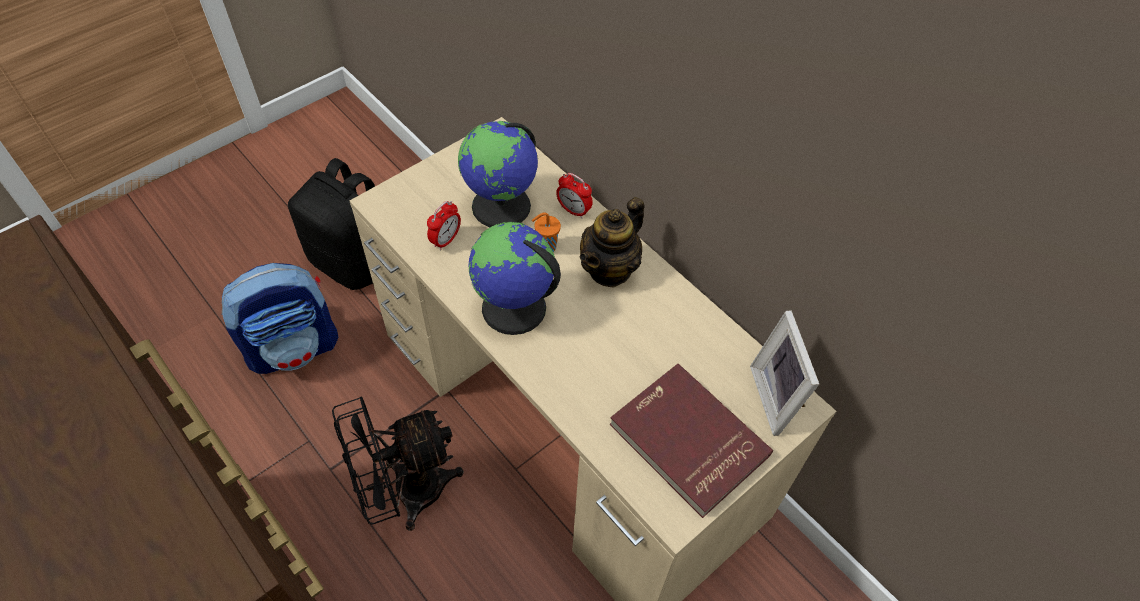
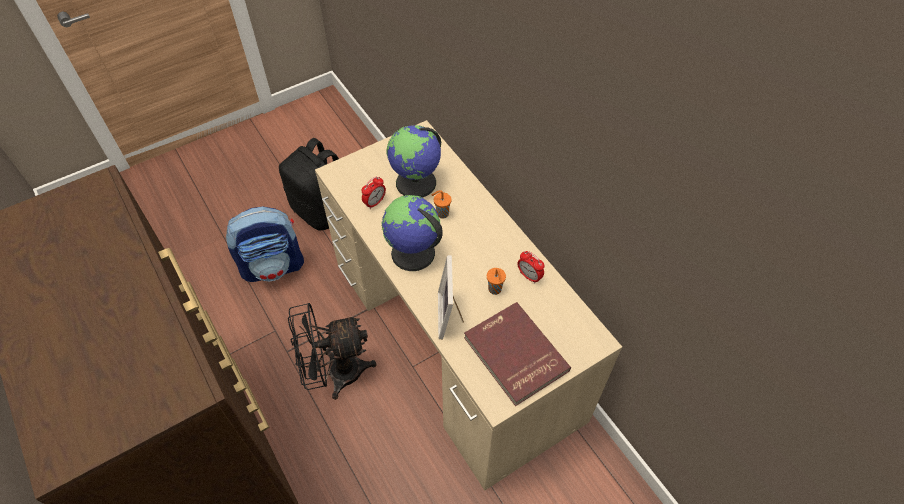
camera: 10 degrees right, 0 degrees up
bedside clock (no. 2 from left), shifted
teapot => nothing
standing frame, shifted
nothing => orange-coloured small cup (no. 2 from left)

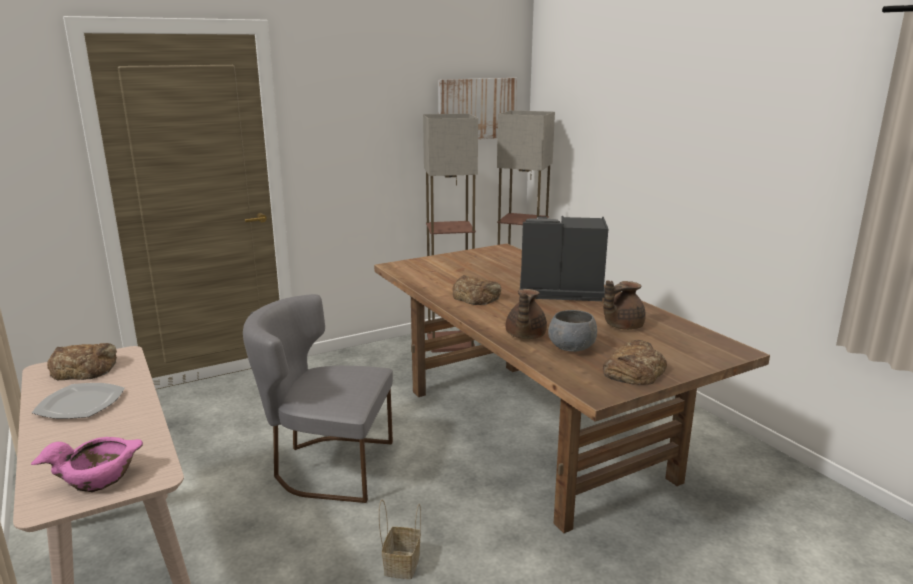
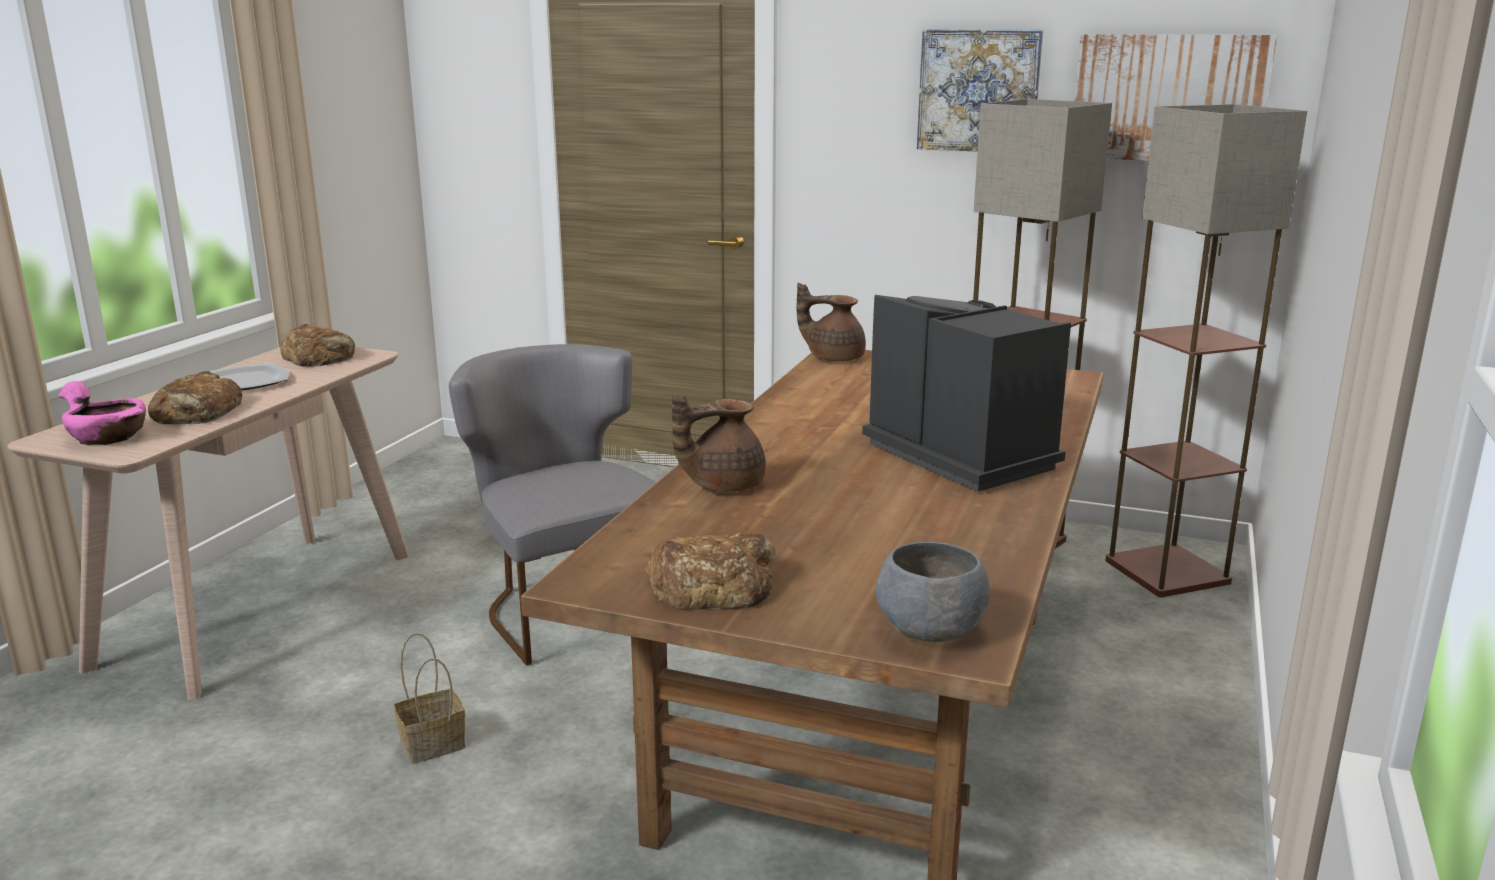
camera: 50 degrees right, 0 degrees up
baked bread (no. 2 from left in the first image) => baked bread (no. 1 from left), shifted
brownish teapot (no. 2 from left), shifted
greyish deep dish, shifted
nothing => wall picture (no. 1 from left)

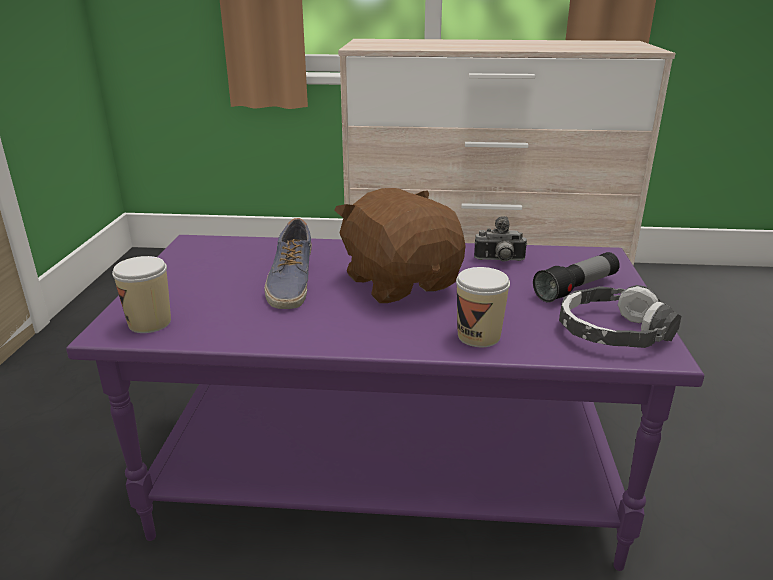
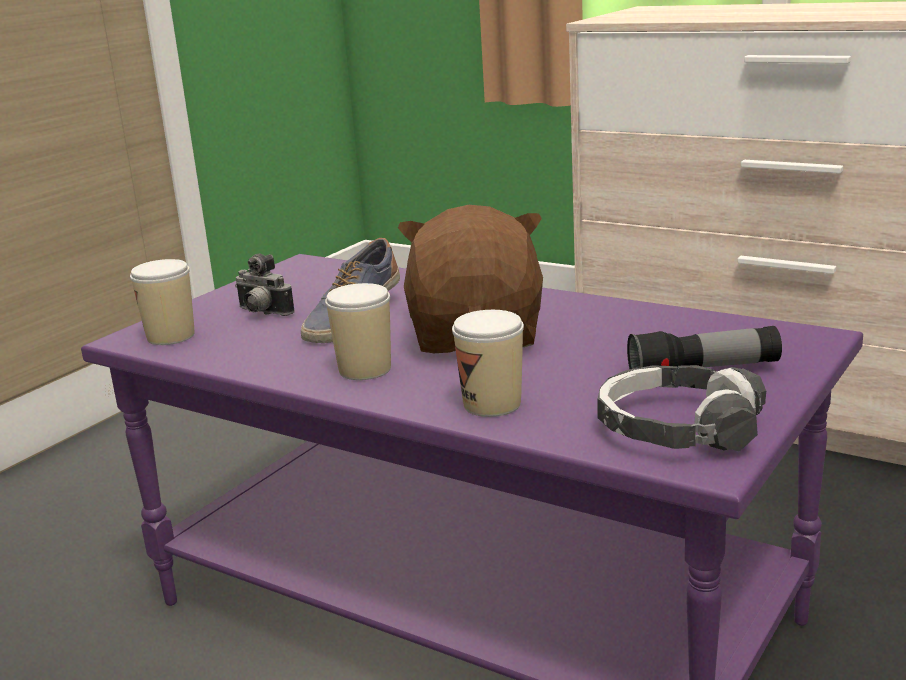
camera: 30 degrees right, 5 degrees down
photo camera, shifted
nothing => small cup (no. 2 from left)

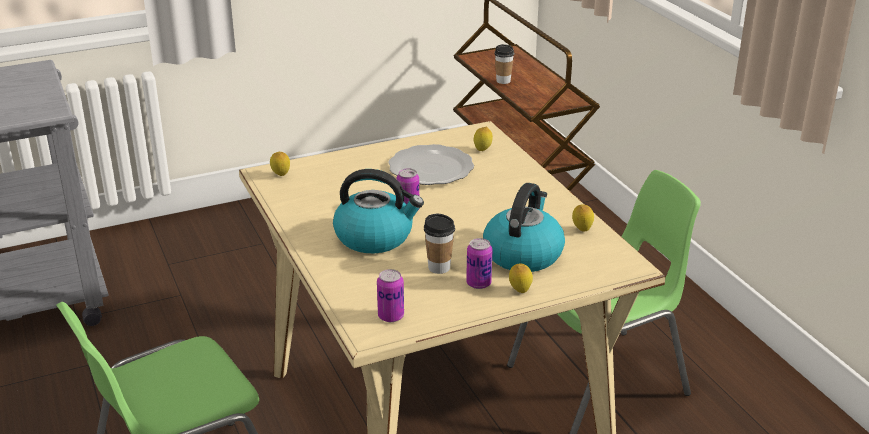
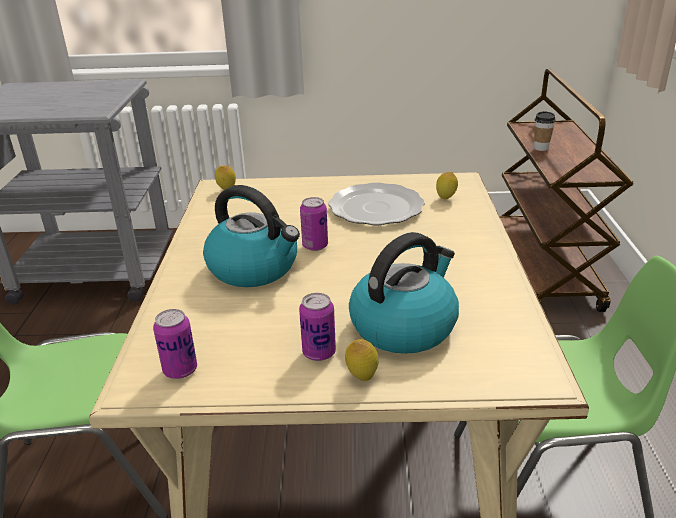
camera: 25 degrees right, 0 degrees up
whole lemon (no. 4 from left) => nothing
small cup (no. 1 from left) => nothing

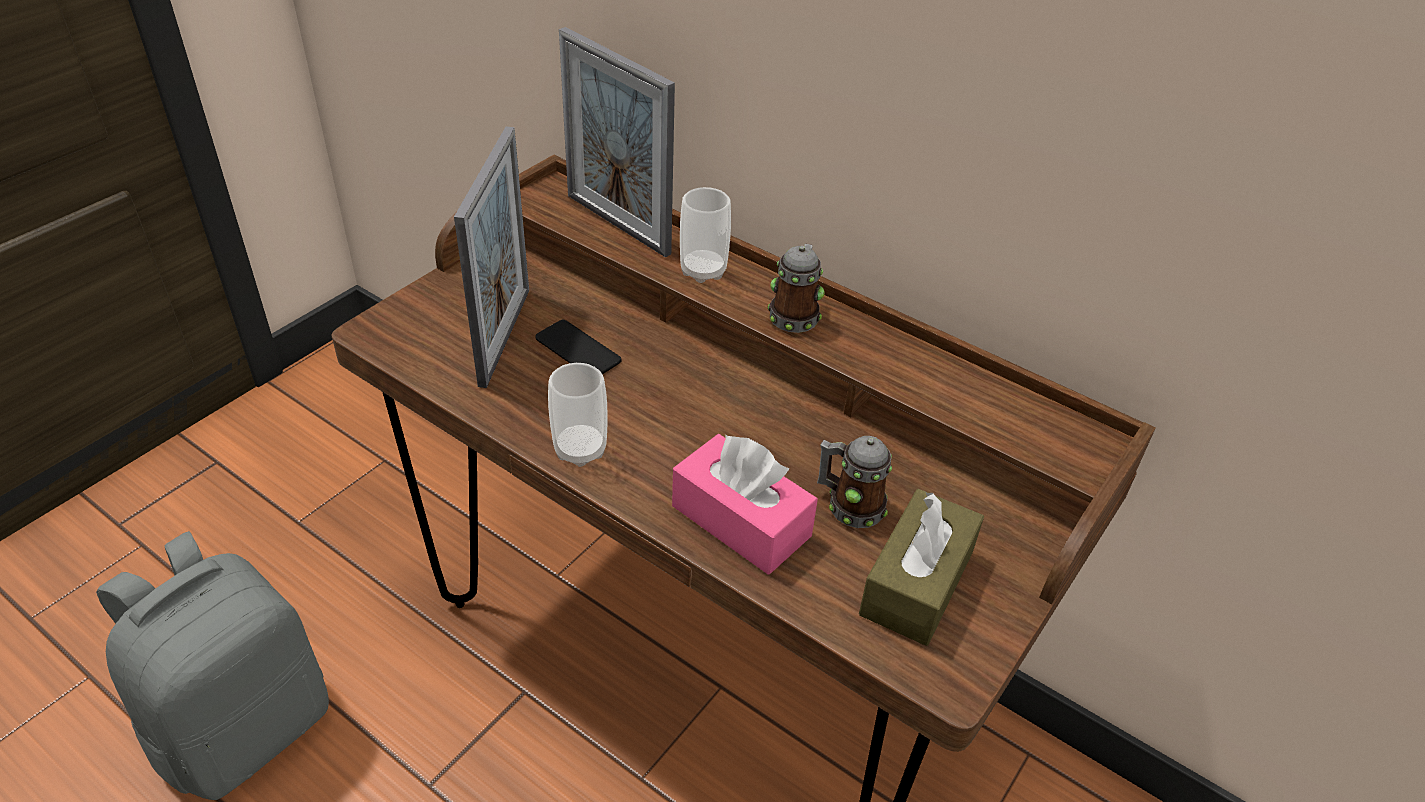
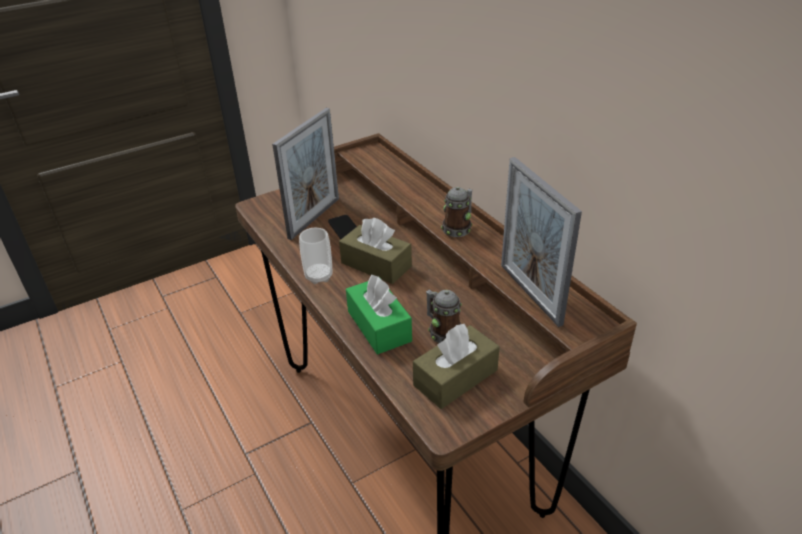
camera: 25 degrees right, 5 degrees down
standing frame (no. 2 from left), shifted
small cup (no. 2 from left) => nothing
pinkish tissue holder => green-coloured tissue holder
greyish knapsack => nothing
nothing => brownish tissue holder (no. 1 from left)

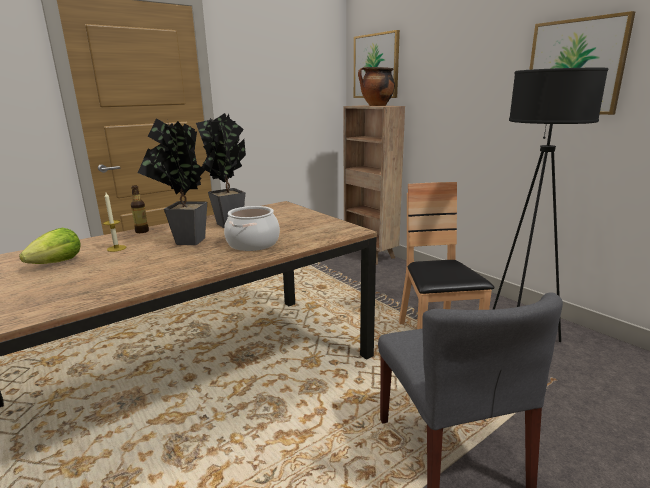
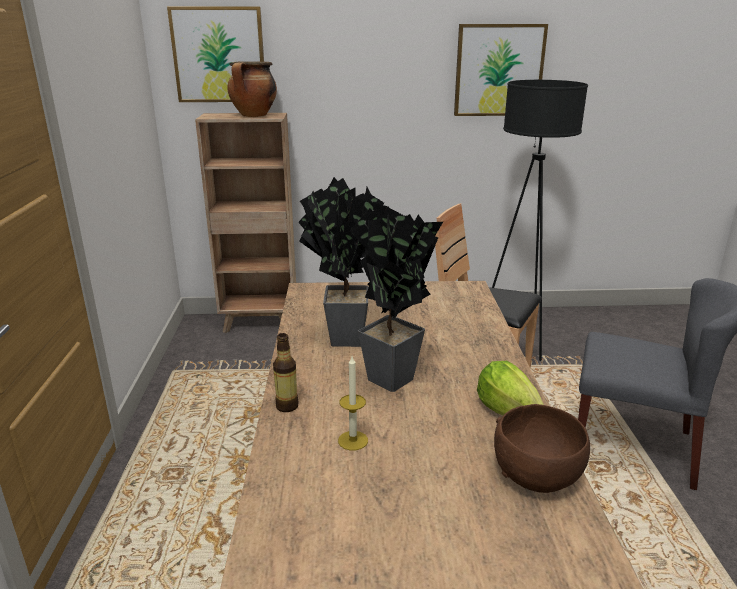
camera: 55 degrees left, 5 degrees up
saucepot (no. 1 from left) => nothing
lettuce, shifted
nothing => brownish deep dish

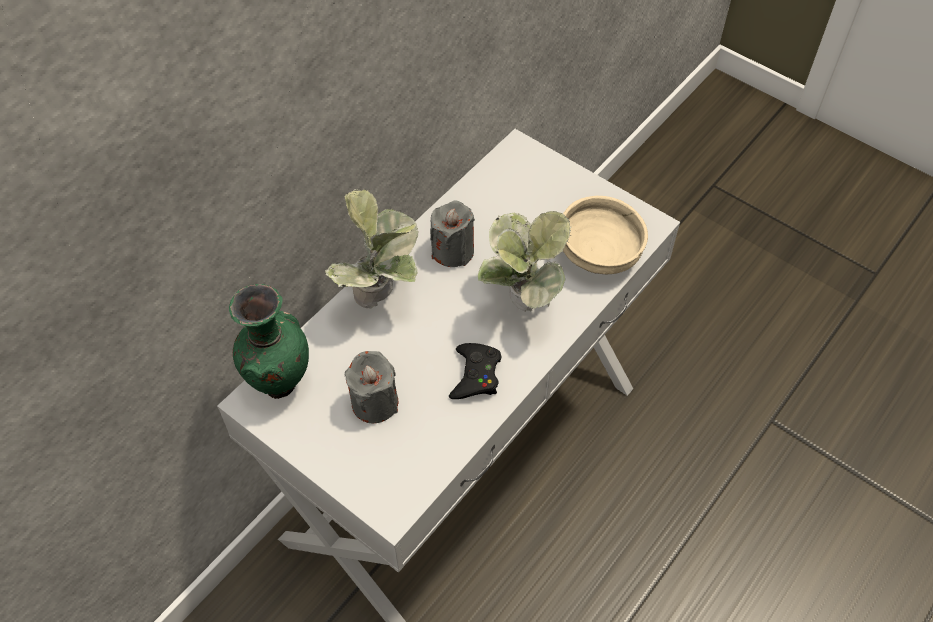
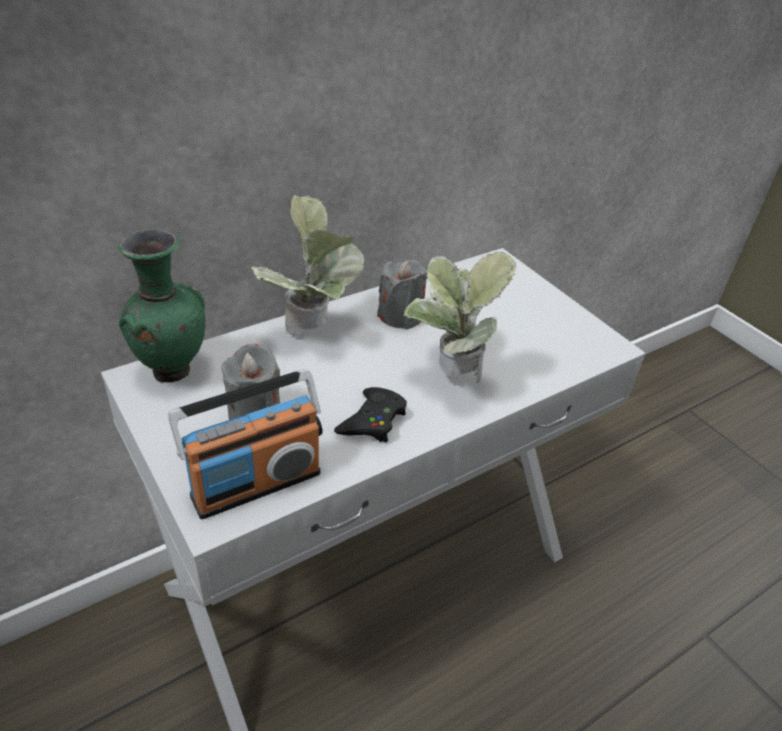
camera: 15 degrees right, 15 degrees down
beige deep dish => nothing
nothing => radio set

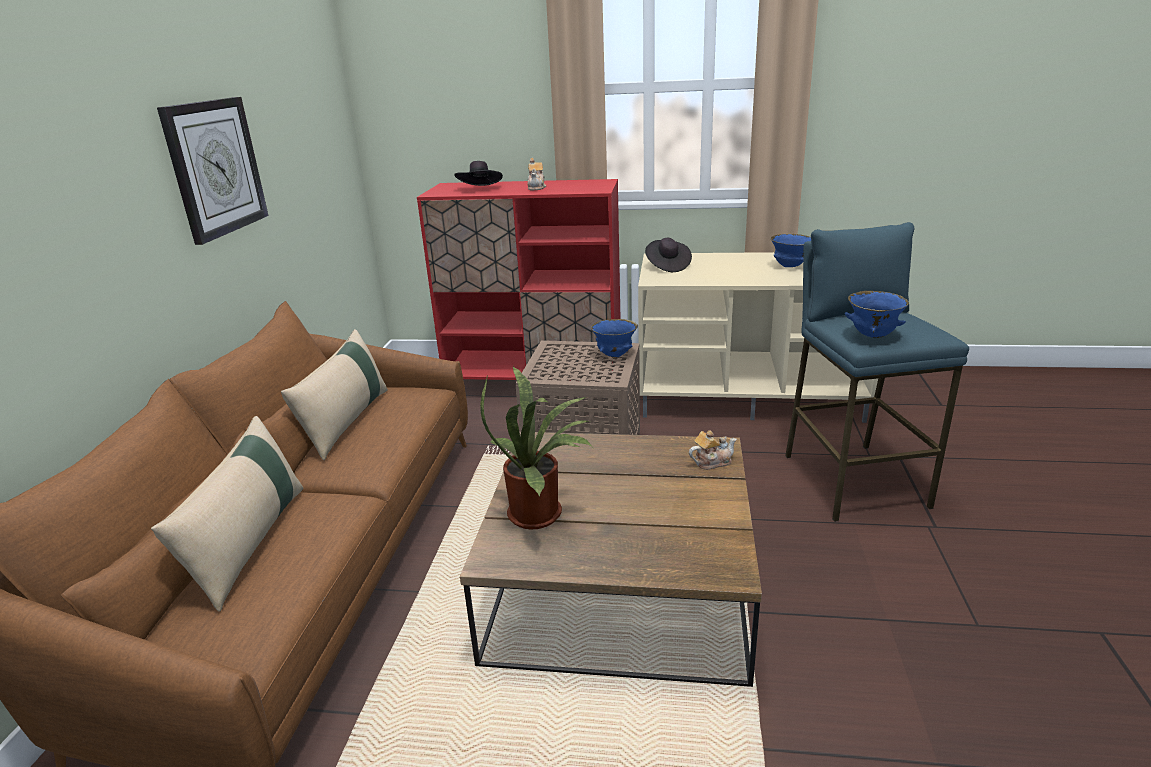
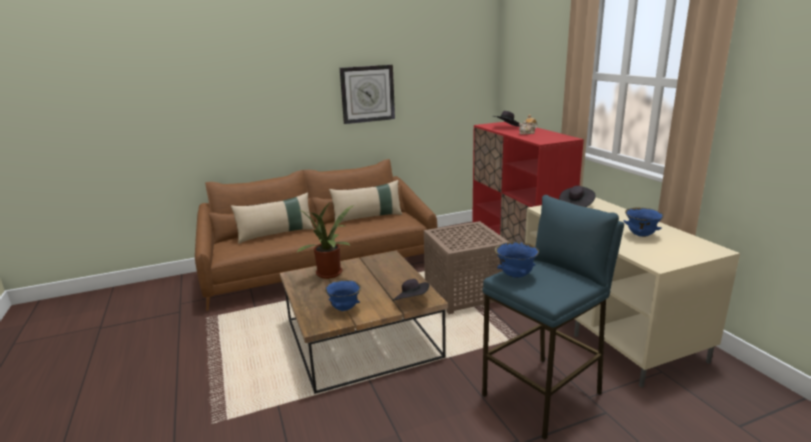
camera: 60 degrees right, 5 degrees down
blue deep dish (no. 1 from left), shifted
teapot (no. 2 from left) => black clothing hat (no. 1 from left)

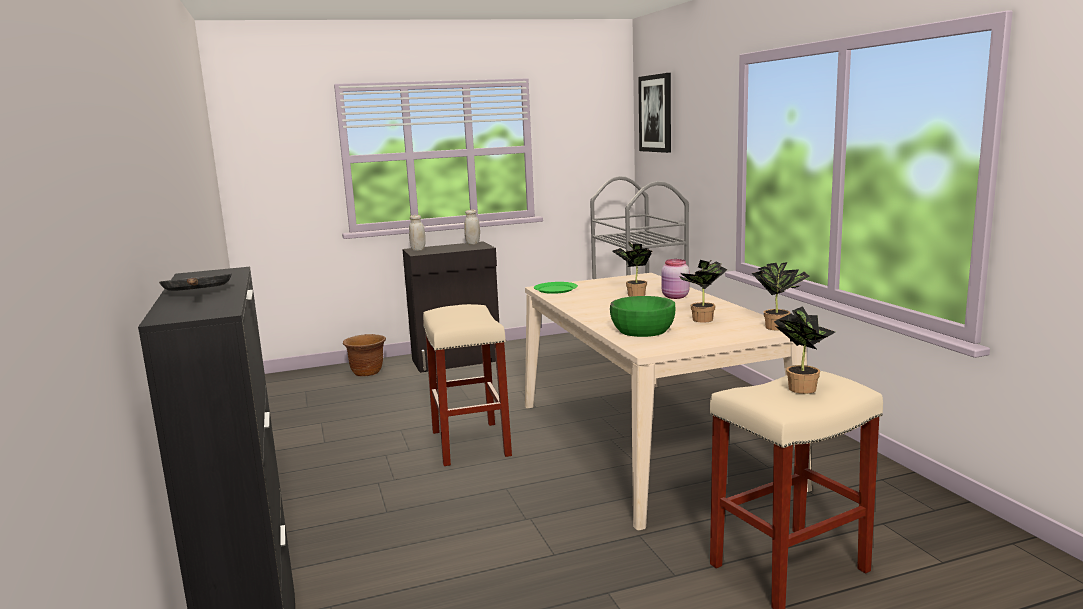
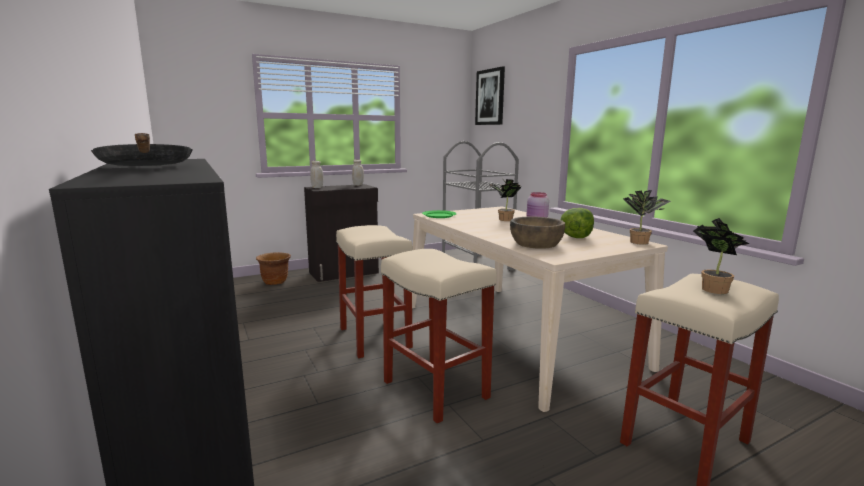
camera: 10 degrees left, 0 degrees up
plant in a pot (no. 2 from left) => lettuce
green-coloured deep dish => brownish deep dish
nothing => beige stool seat (no. 2 from left)

